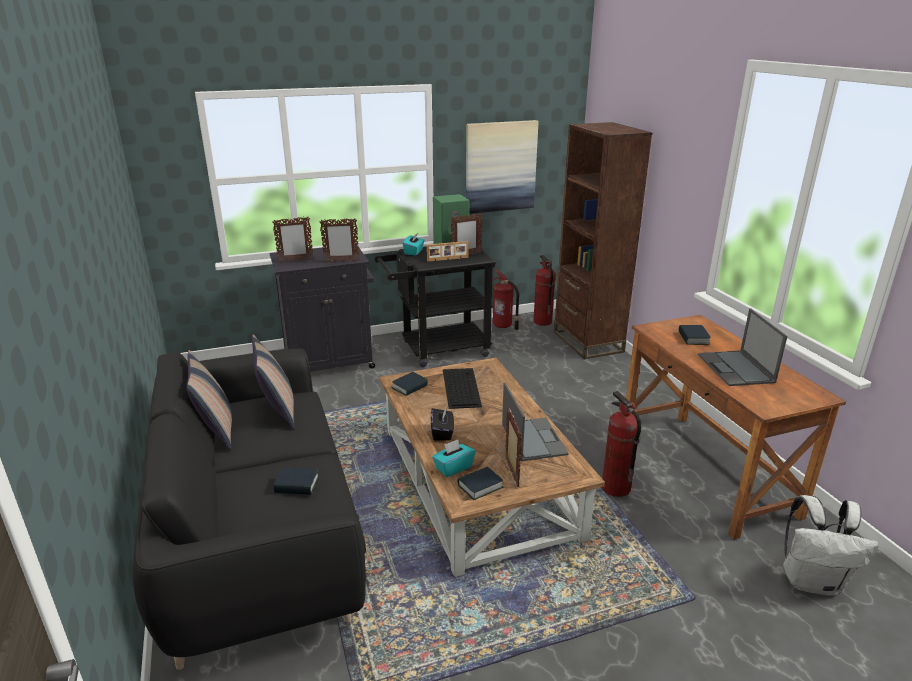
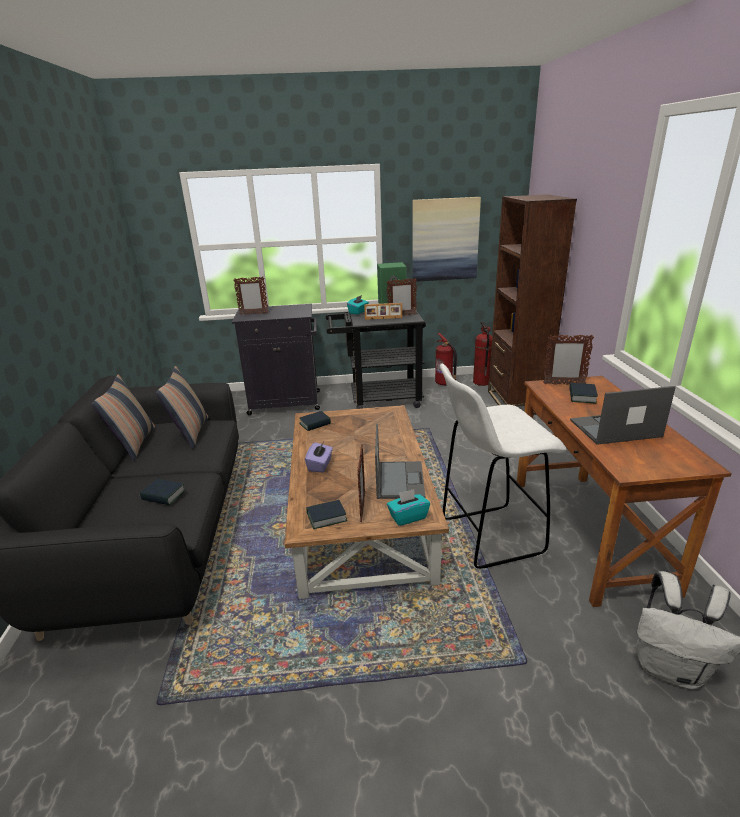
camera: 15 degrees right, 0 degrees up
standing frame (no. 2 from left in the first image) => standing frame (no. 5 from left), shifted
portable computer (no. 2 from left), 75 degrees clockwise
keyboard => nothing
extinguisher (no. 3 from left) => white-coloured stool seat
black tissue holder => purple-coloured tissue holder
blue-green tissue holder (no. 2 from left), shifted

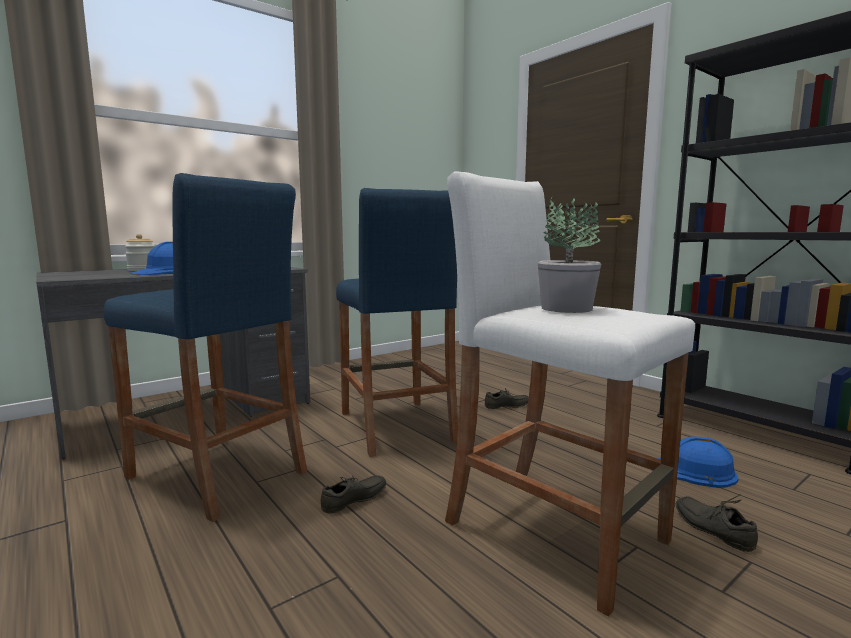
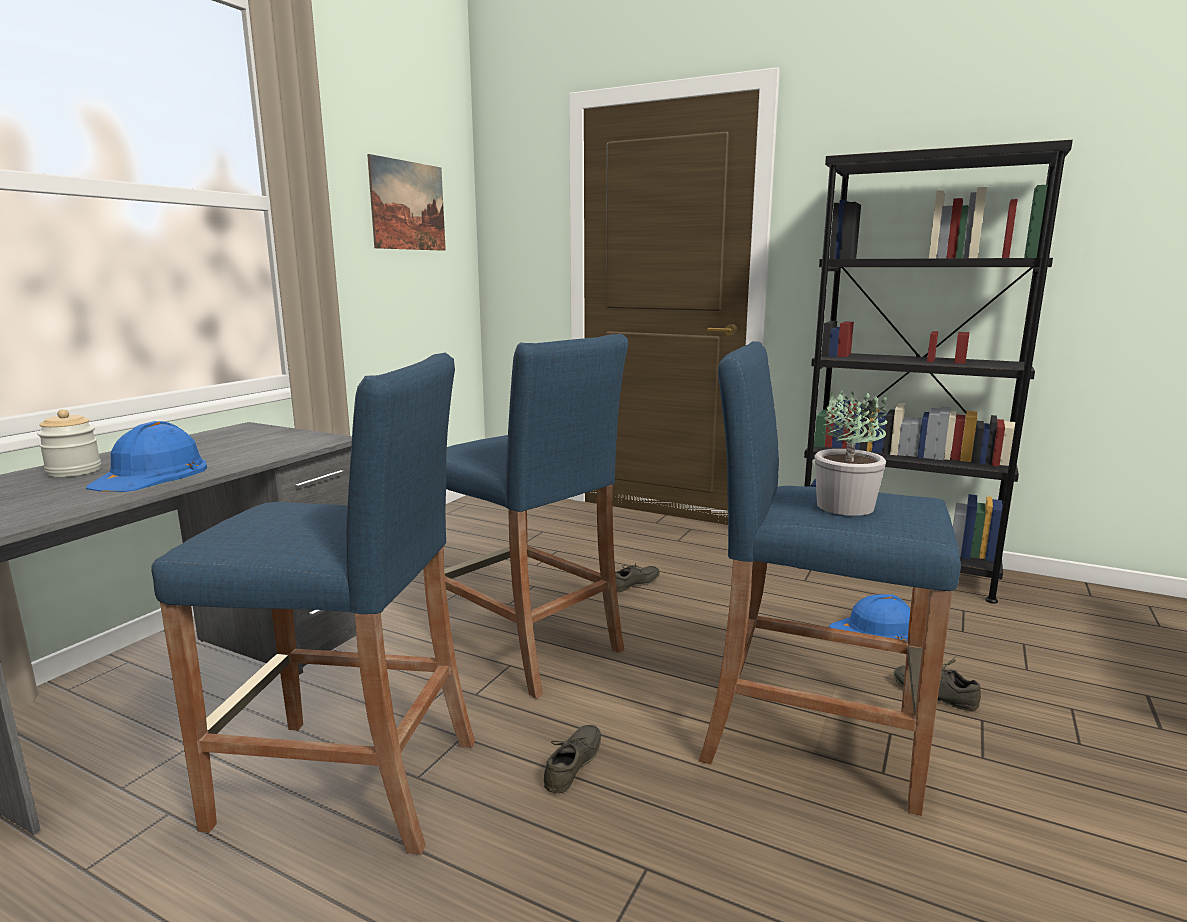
camera: 25 degrees left, 5 degrees up
white-coloured stool seat => blue stool seat (no. 3 from left)
nothing => wall picture

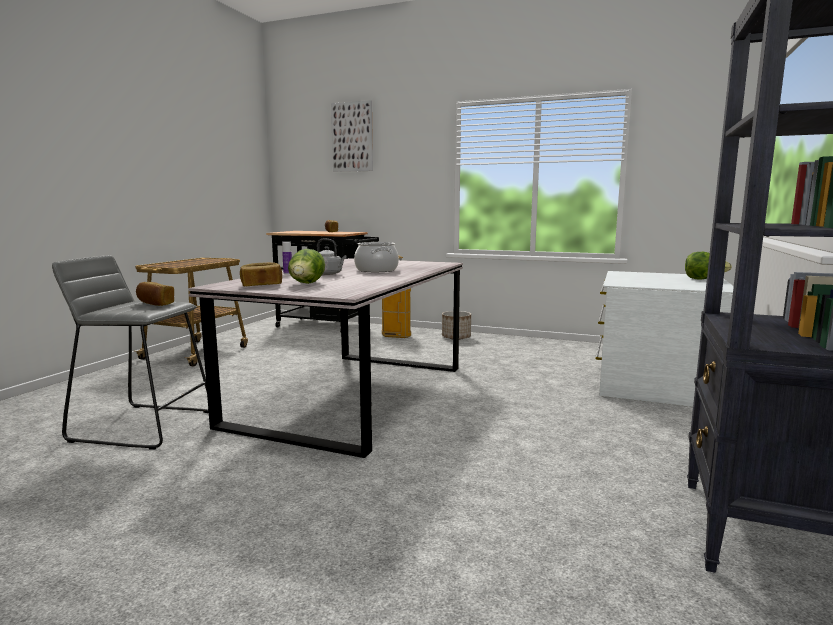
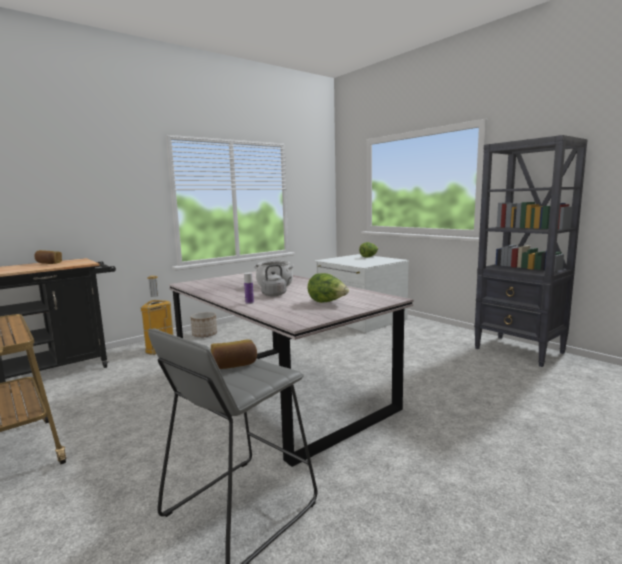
camera: 60 degrees left, 0 degrees up
wall picture => nothing
baked bread (no. 2 from left) => nothing

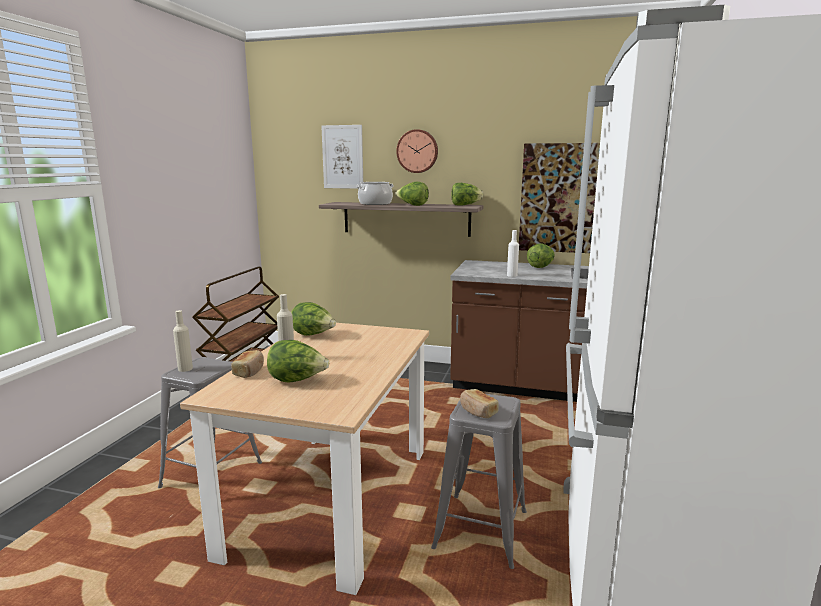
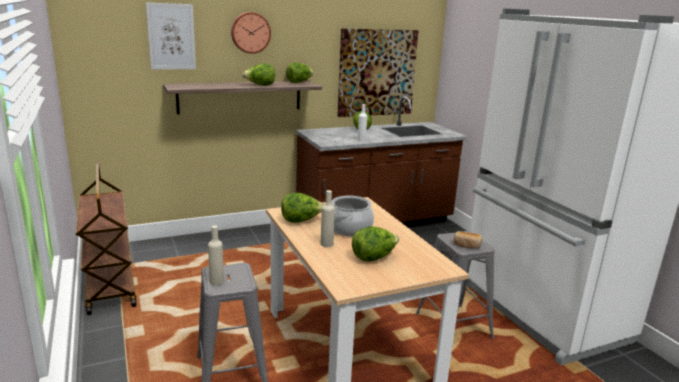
camera: 40 degrees left, 5 degrees up
saucepot, shifted
baked bread (no. 1 from left) => nothing

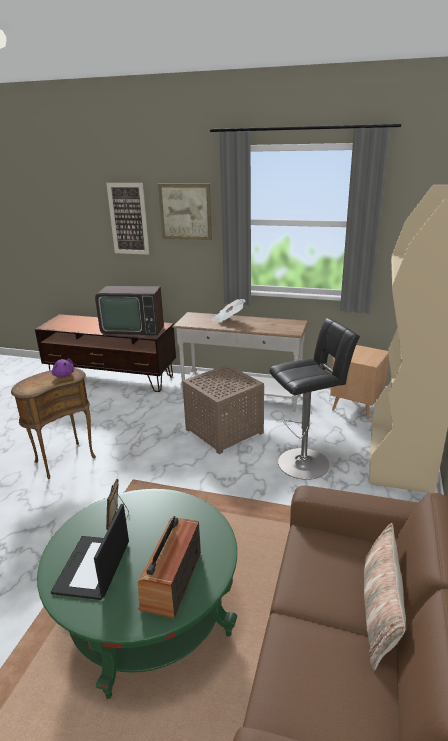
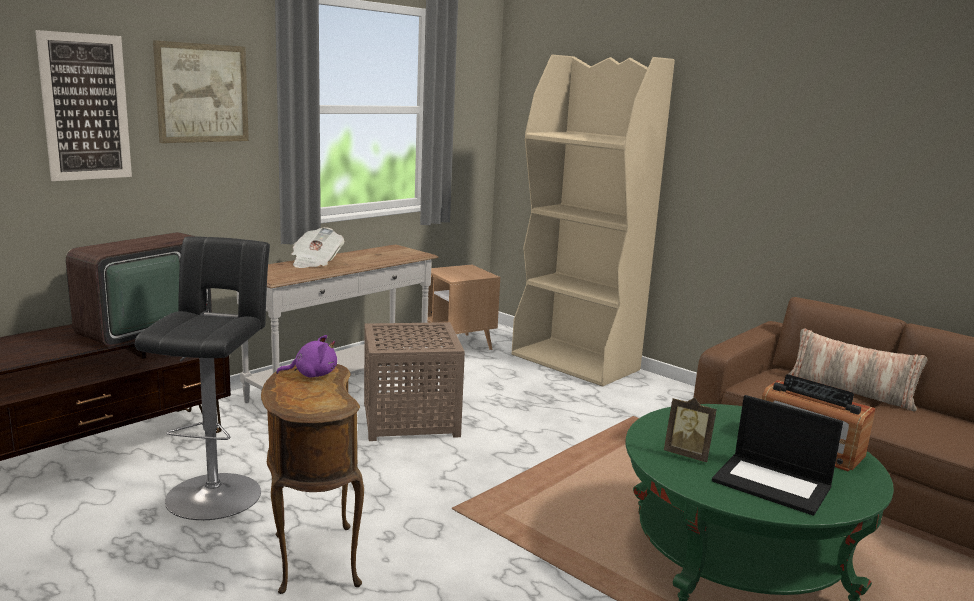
camera: 65 degrees left, 10 degrees down
black stool seat, shifted

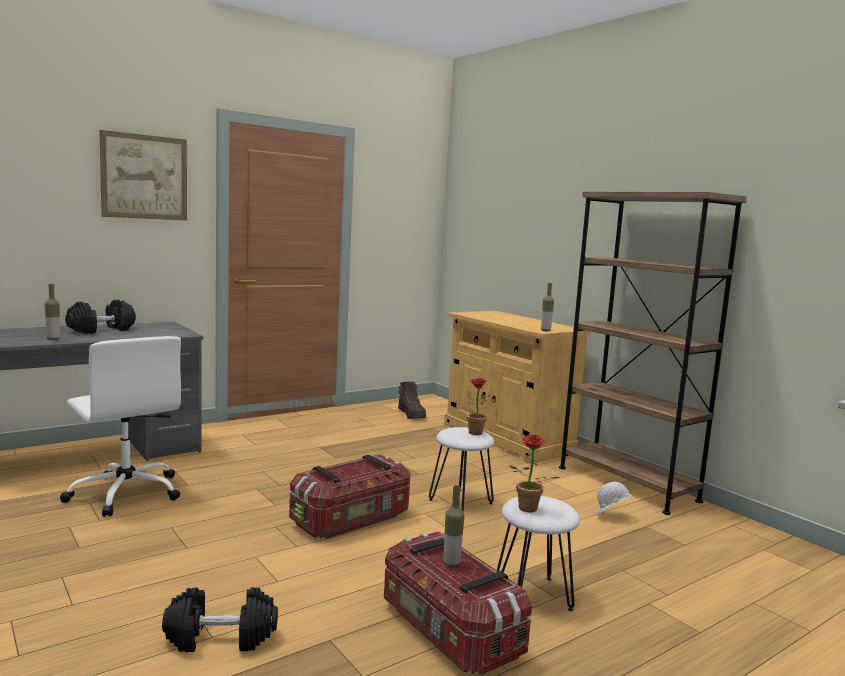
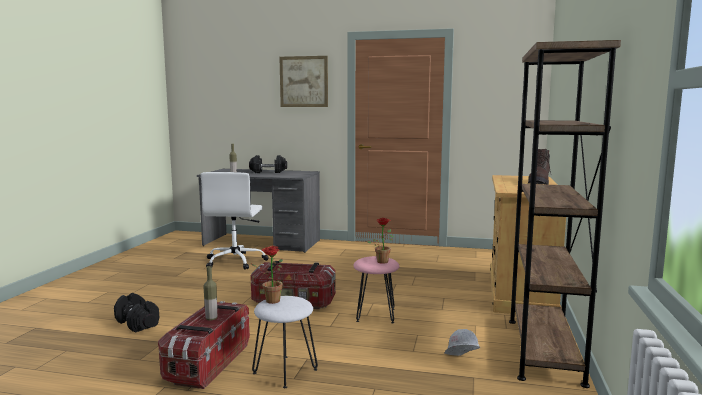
camera: 50 degrees right, 0 degrees up
drink bottle (no. 3 from left) => nothing
brownish high-top boot, shifted
white-coloured stool seat (no. 1 from left) => pinkish stool seat

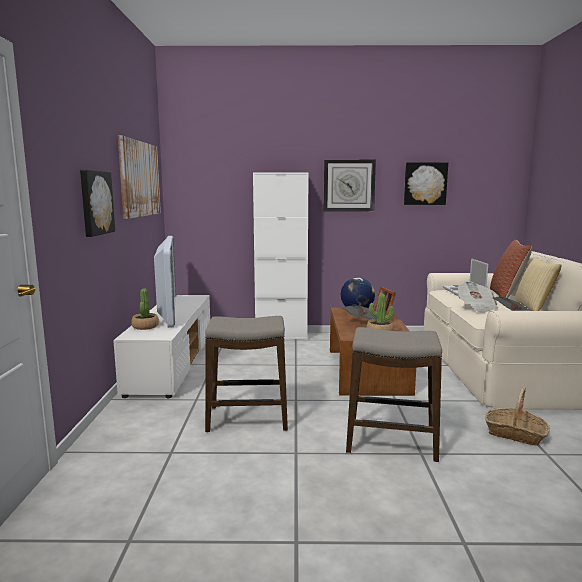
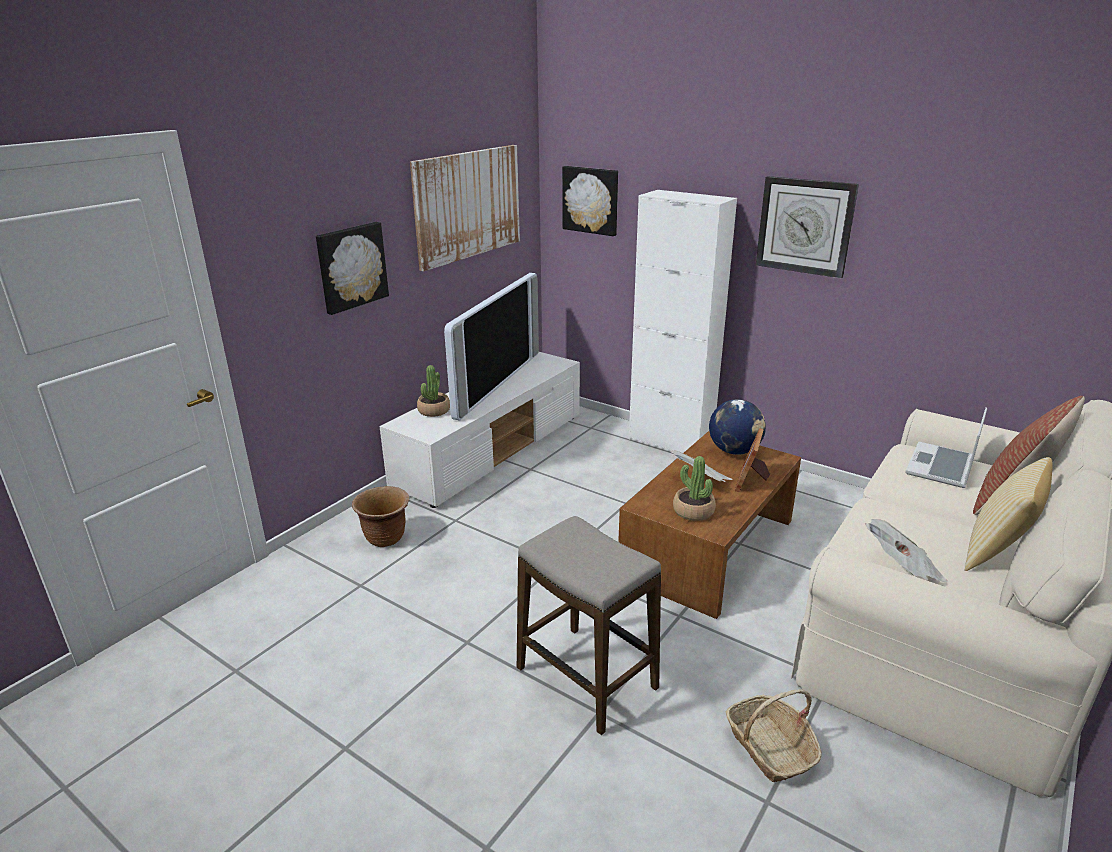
camera: 35 degrees right, 15 degrees up
wall picture (no. 3 from left), shifted
daily paper (no. 2 from left) => nothing
stool seat (no. 1 from left) => nothing
nothing => brownish planter

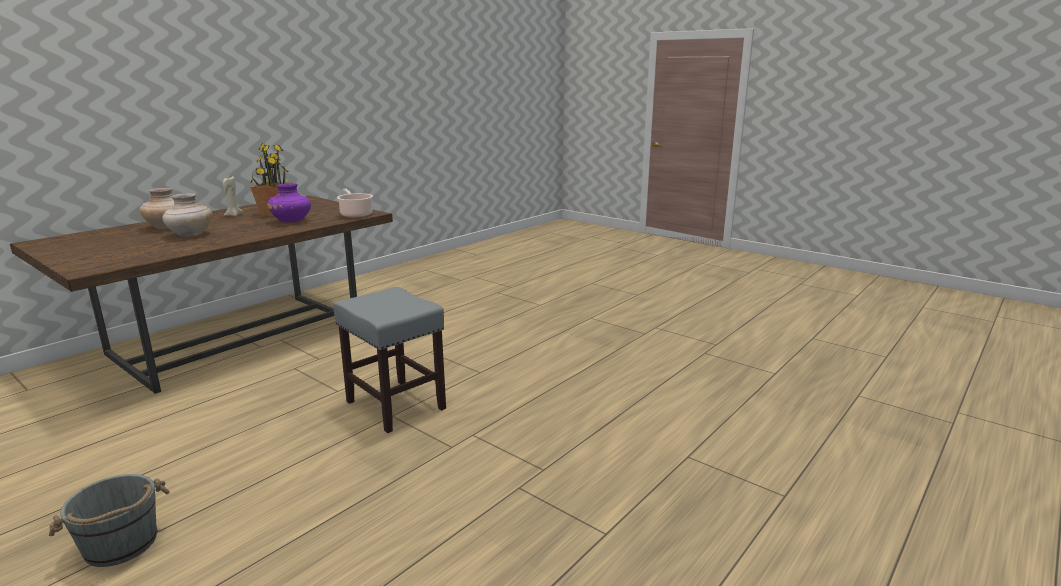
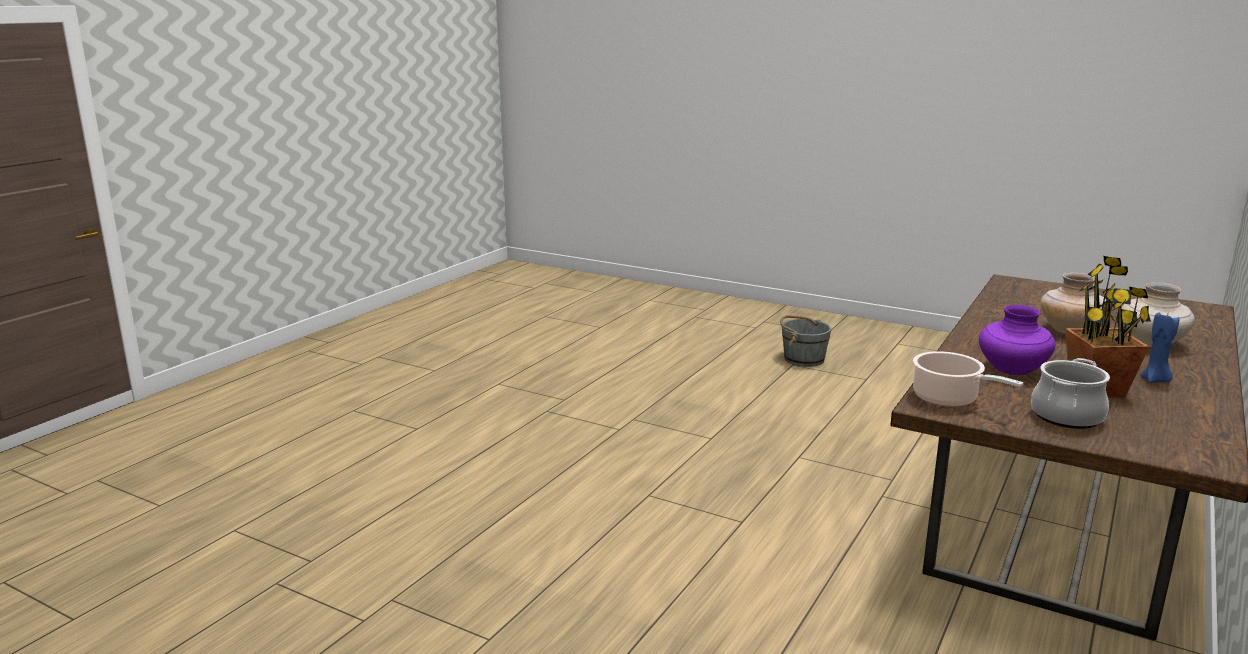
camera: 170 degrees right, 0 degrees up
beige wax light => blue wax light
greyish stool seat => nothing
nothing => saucepot (no. 2 from left)

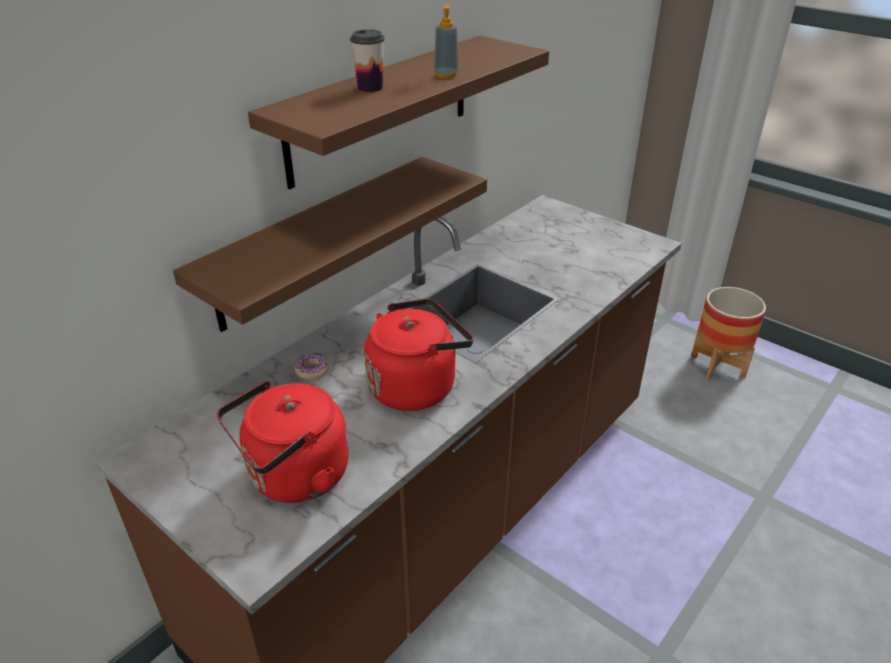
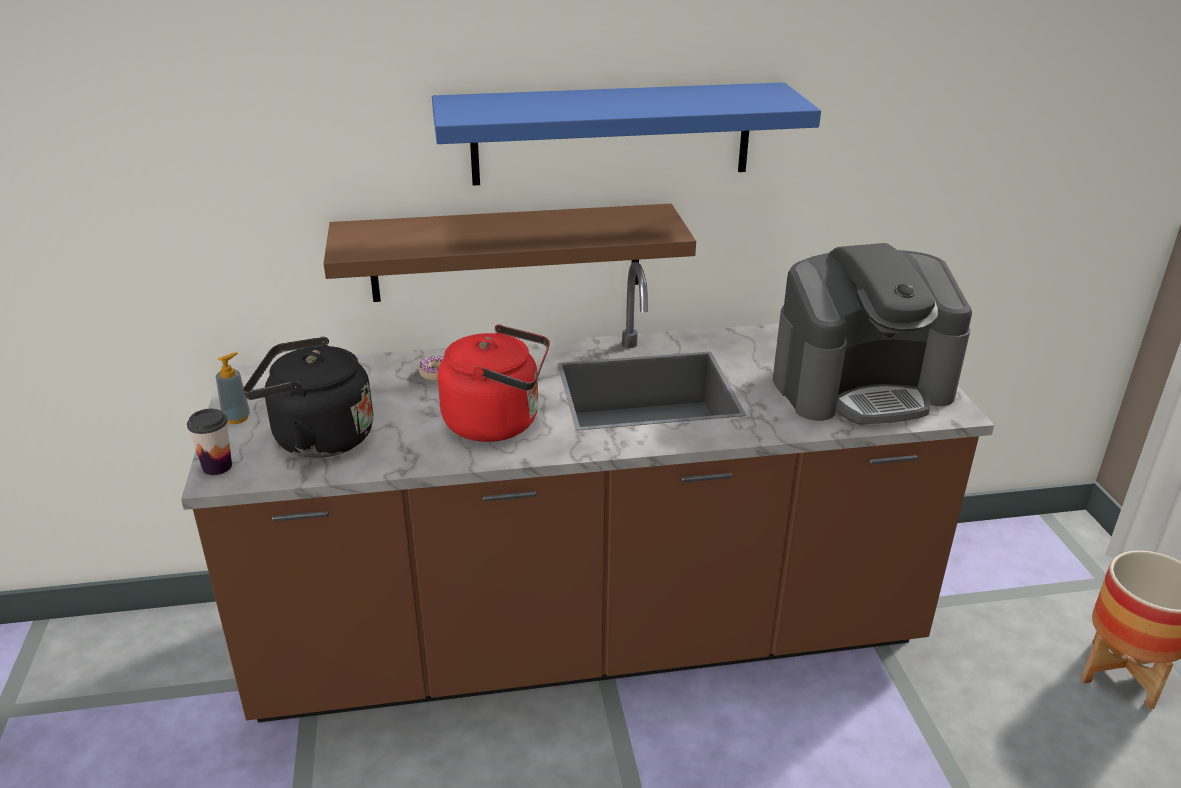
camera: 40 degrees right, 5 degrees down
soap bottle, shifted
small cup, shifted
brownish wall shelf (no. 2 from left) => blue wall shelf
red-coloured tea kettle (no. 1 from left) => black tea kettle
nothing => coffee brewer

